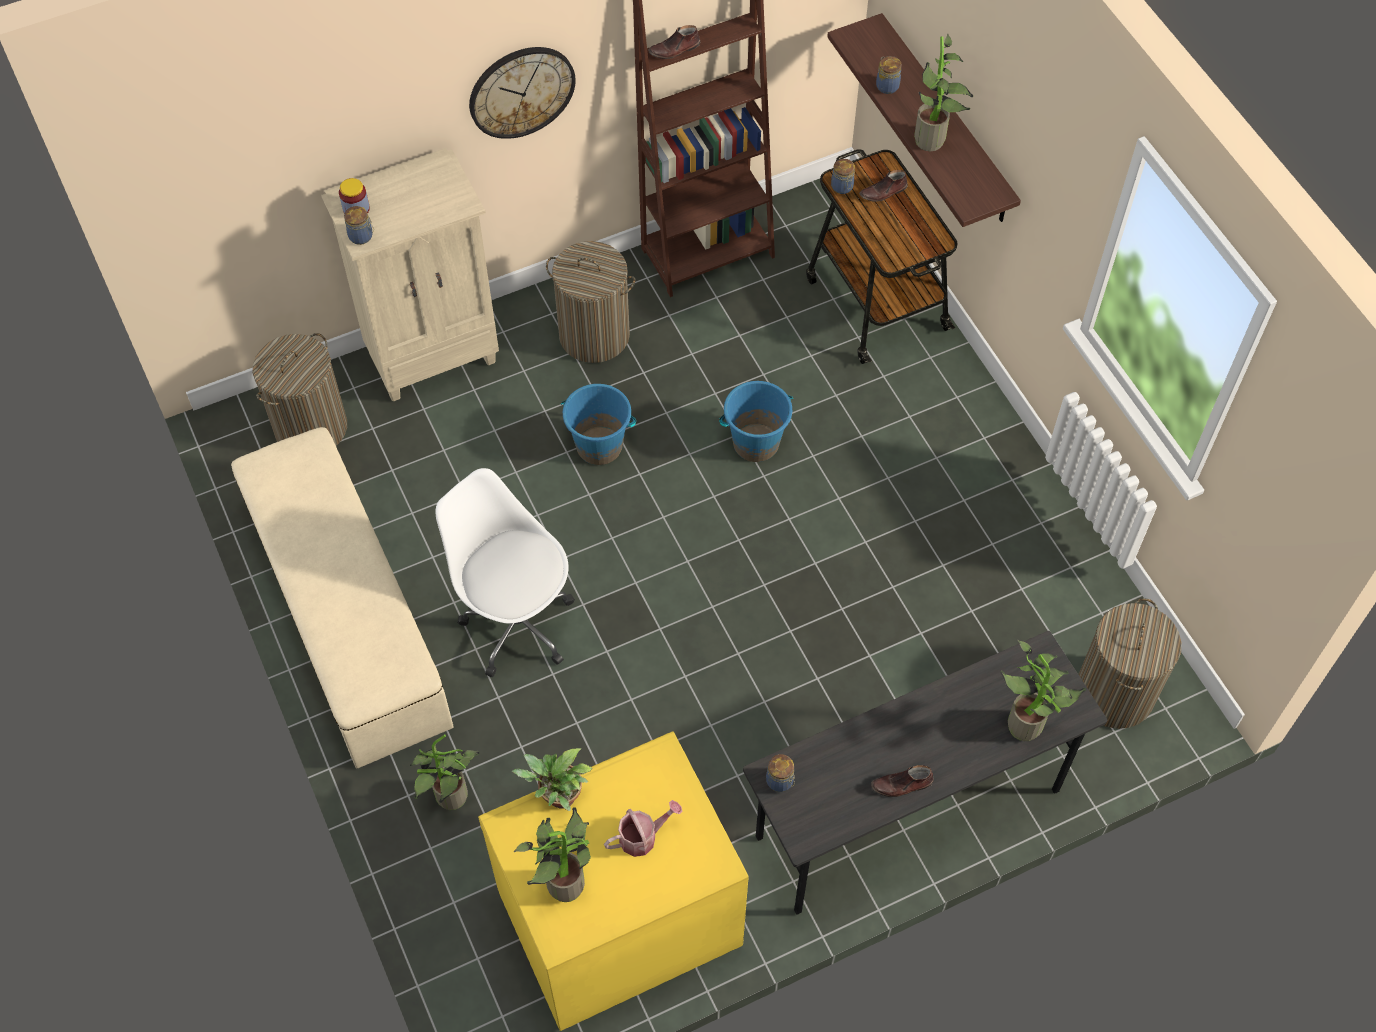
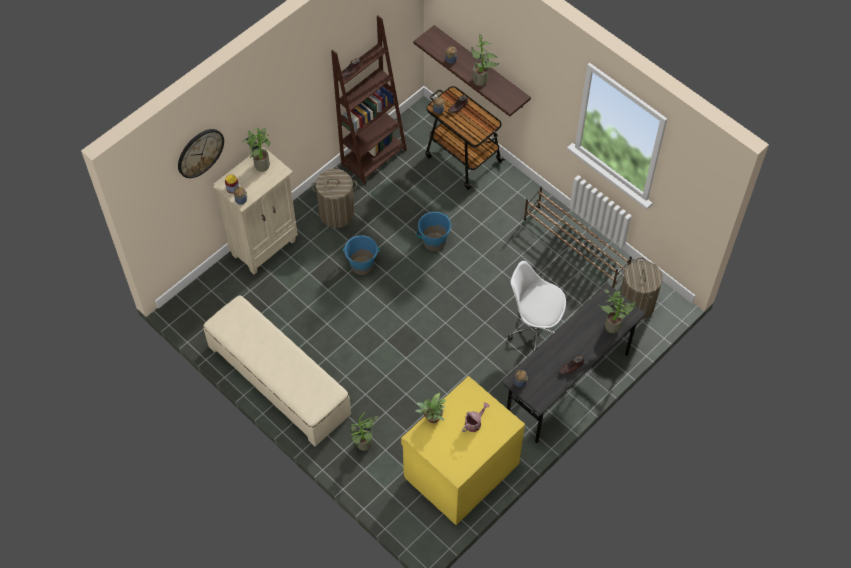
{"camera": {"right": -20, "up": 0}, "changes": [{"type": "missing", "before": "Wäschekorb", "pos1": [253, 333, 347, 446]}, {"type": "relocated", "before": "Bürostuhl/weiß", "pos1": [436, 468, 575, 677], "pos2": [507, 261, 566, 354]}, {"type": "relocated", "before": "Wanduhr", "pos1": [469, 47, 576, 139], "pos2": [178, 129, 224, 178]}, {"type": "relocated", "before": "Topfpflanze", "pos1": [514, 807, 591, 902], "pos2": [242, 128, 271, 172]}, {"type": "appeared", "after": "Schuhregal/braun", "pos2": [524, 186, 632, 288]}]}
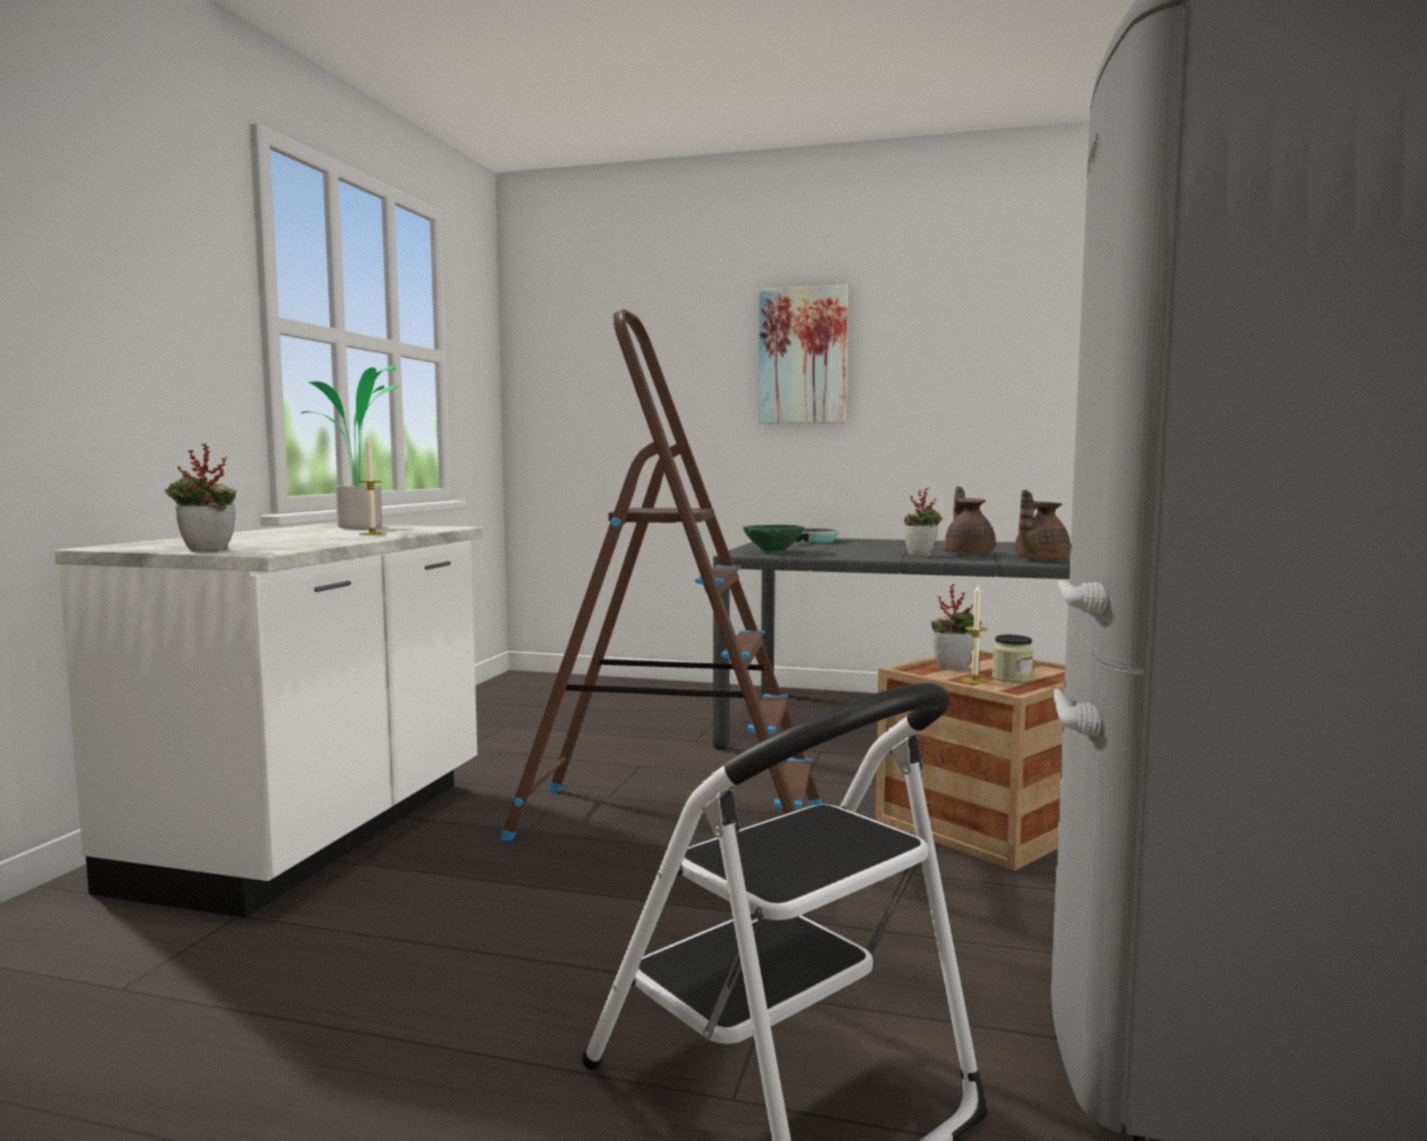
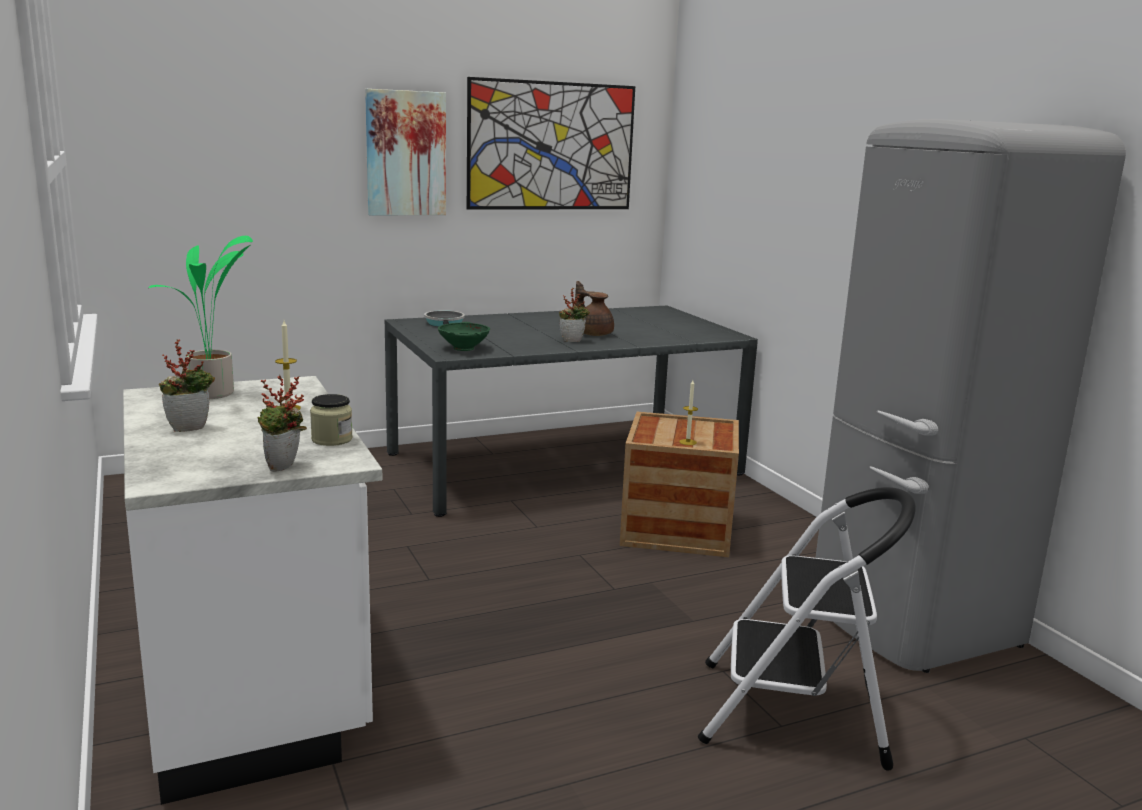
{"camera": {"right": -40, "up": 10}, "changes": [{"type": "missing", "before": "Trittleiter/braun", "pos1": [500, 309, 823, 841]}, {"type": "relocated", "before": "Topfpflanze", "pos1": [931, 584, 982, 670], "pos2": [159, 339, 215, 432]}, {"type": "relocated", "before": "Vorratsglas", "pos1": [992, 635, 1034, 683], "pos2": [310, 394, 353, 446]}, {"type": "missing", "before": "Teekanne/braun", "pos1": [1015, 490, 1070, 561]}, {"type": "appeared", "after": "Bild", "pos2": [467, 77, 635, 210]}]}
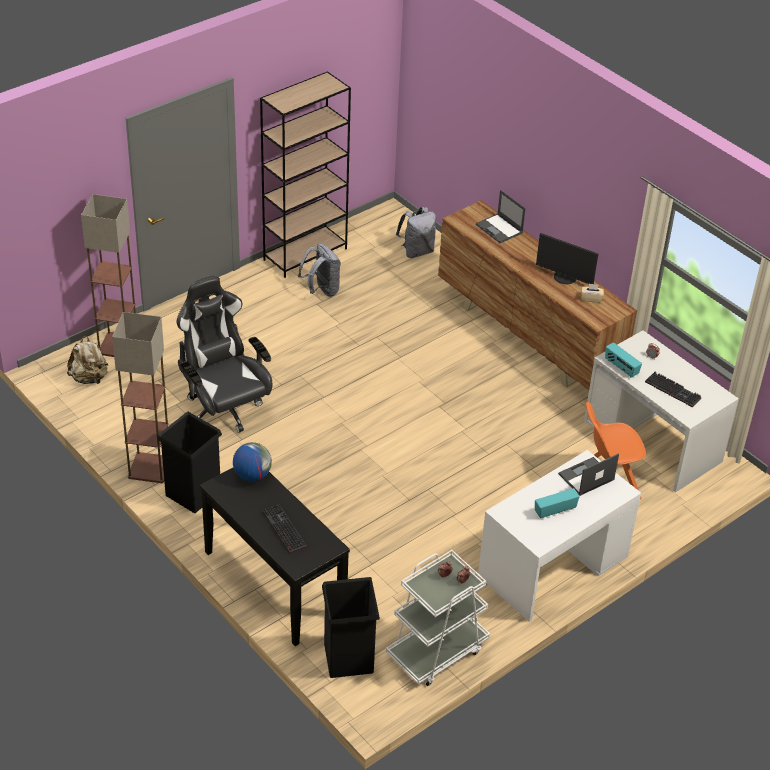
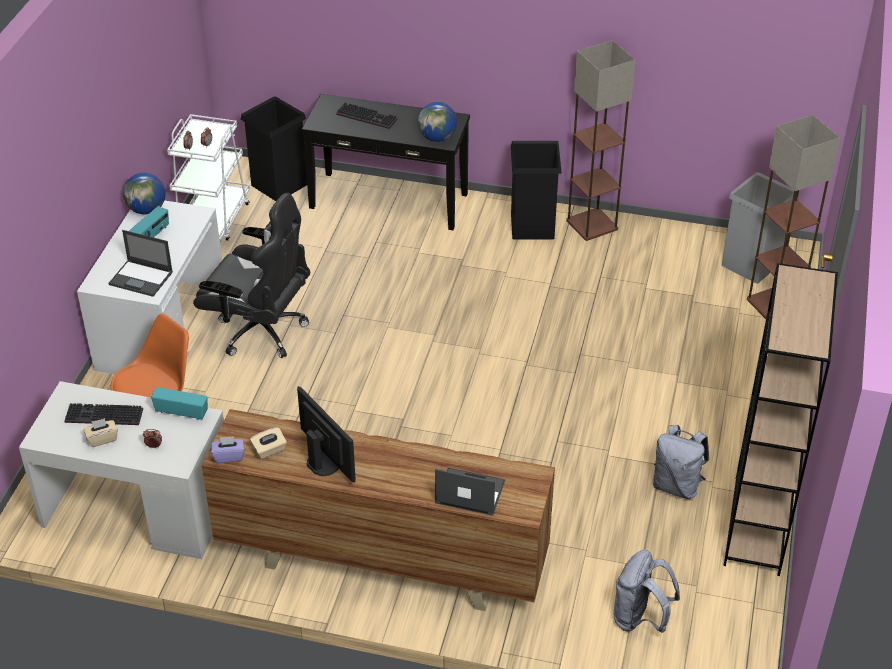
{"camera": {"right": 145, "up": 0}, "changes": [{"type": "exchanged", "before": "Rucksack/beige", "after": "Mülleimer/grau", "pos1": [67, 336, 108, 384], "pos2": [722, 172, 794, 284]}, {"type": "relocated", "before": "Bürostuhl/schwarz", "pos1": [177, 276, 272, 433], "pos2": [193, 193, 310, 358]}, {"type": "spun", "before": "Monitor", "pos1": [536, 233, 598, 284], "pos2": [297, 386, 356, 483], "turn": 60}, {"type": "spun", "before": "Laptop", "pos1": [558, 453, 619, 496], "pos2": [108, 230, 173, 297], "turn": 90}, {"type": "appeared", "after": "Taschentuchbox/beige", "pos2": [84, 418, 118, 447]}, {"type": "appeared", "after": "Globus", "pos2": [123, 173, 166, 215]}, {"type": "appeared", "after": "Taschentuchbox/lila", "pos2": [212, 436, 245, 463]}]}
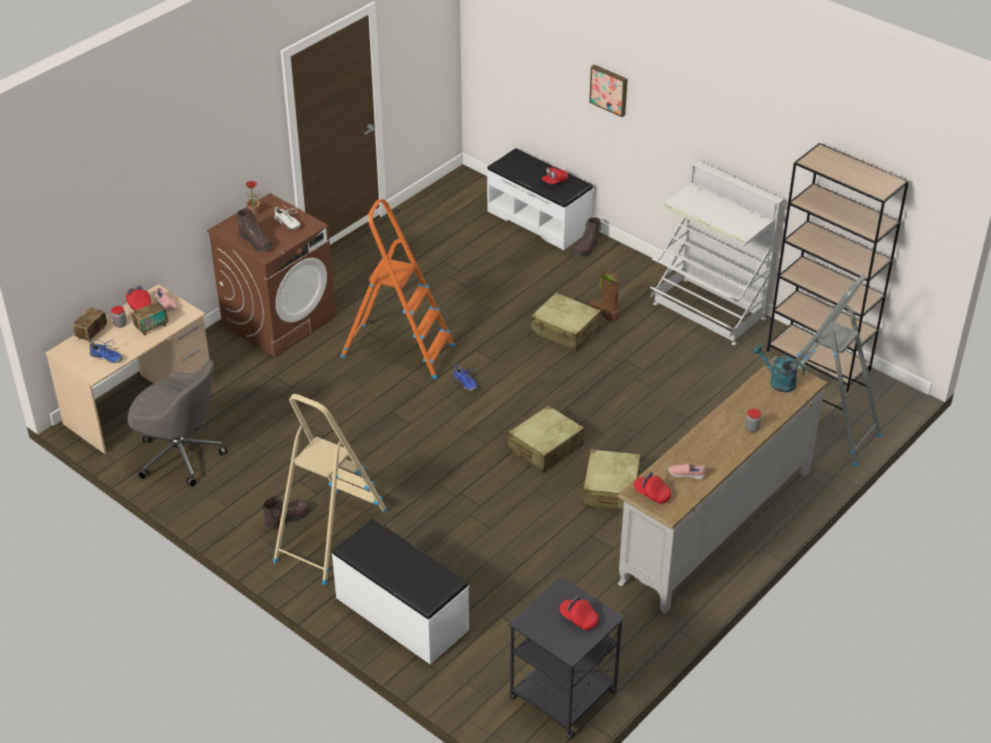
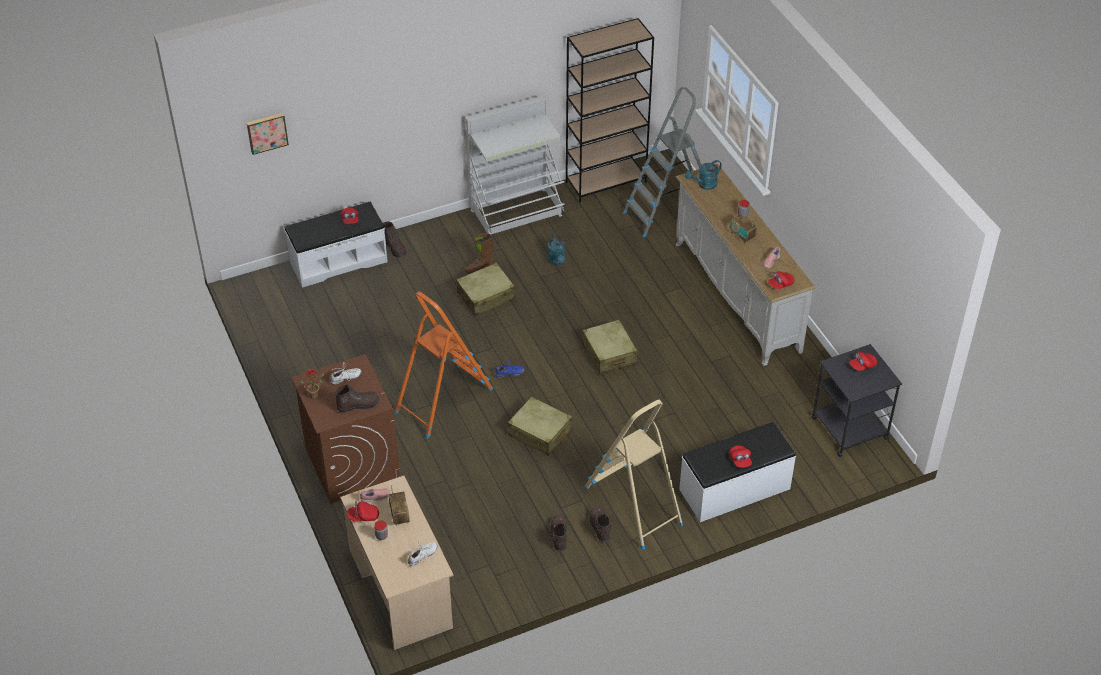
{"camera": {"right": -65, "up": 5}, "changes": [{"type": "relocated", "before": "Radio", "pos1": [73, 307, 107, 343], "pos2": [729, 214, 757, 243]}, {"type": "colour", "before": "Schuh/blau", "after": "Schuh/weiß", "pos1": [90, 340, 123, 363], "pos2": [407, 540, 438, 566]}, {"type": "missing", "before": "Bürostuhl/grau", "pos1": [128, 360, 227, 486]}, {"type": "relocated", "before": "Koffer/beige", "pos1": [582, 449, 640, 512], "pos2": [508, 397, 573, 456]}, {"type": "relocated", "before": "Bild", "pos1": [589, 65, 627, 117], "pos2": [247, 113, 289, 155]}, {"type": "appeared", "after": "Gießkanne/türkis", "pos2": [547, 234, 565, 265]}, {"type": "appeared", "after": "Stiefel/braun", "pos2": [550, 515, 567, 551]}, {"type": "appeared", "after": "Kappe/rot", "pos2": [729, 445, 752, 468]}]}
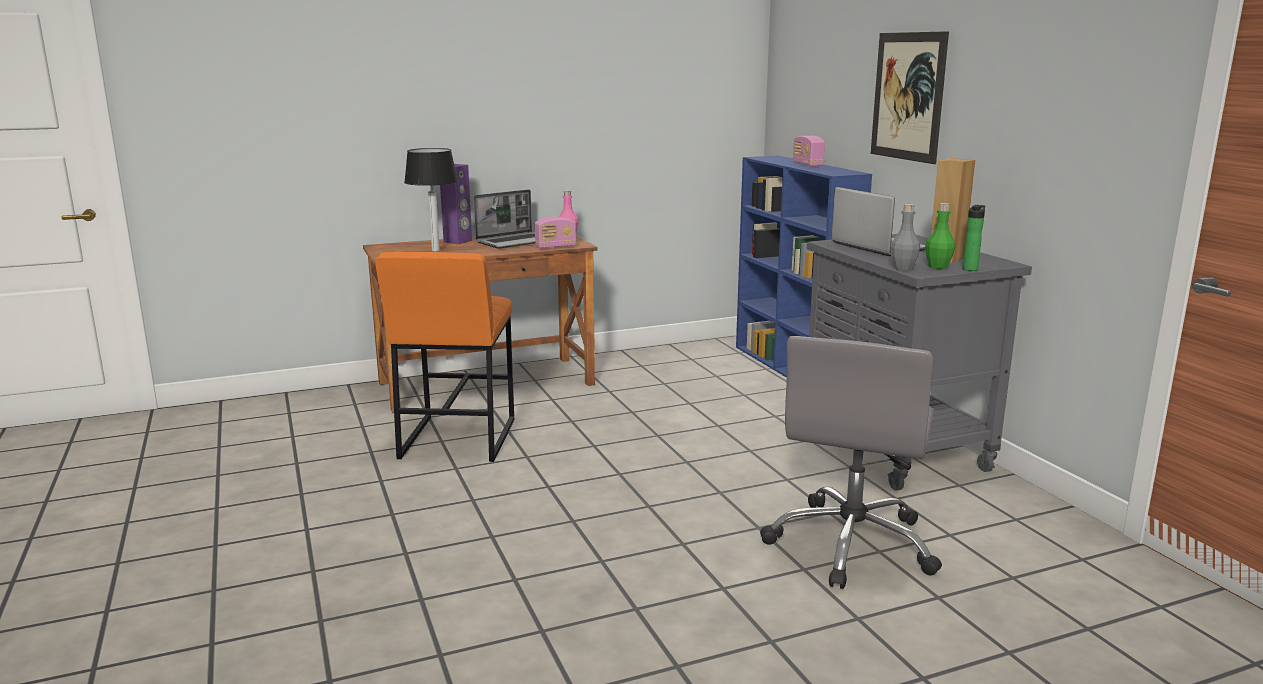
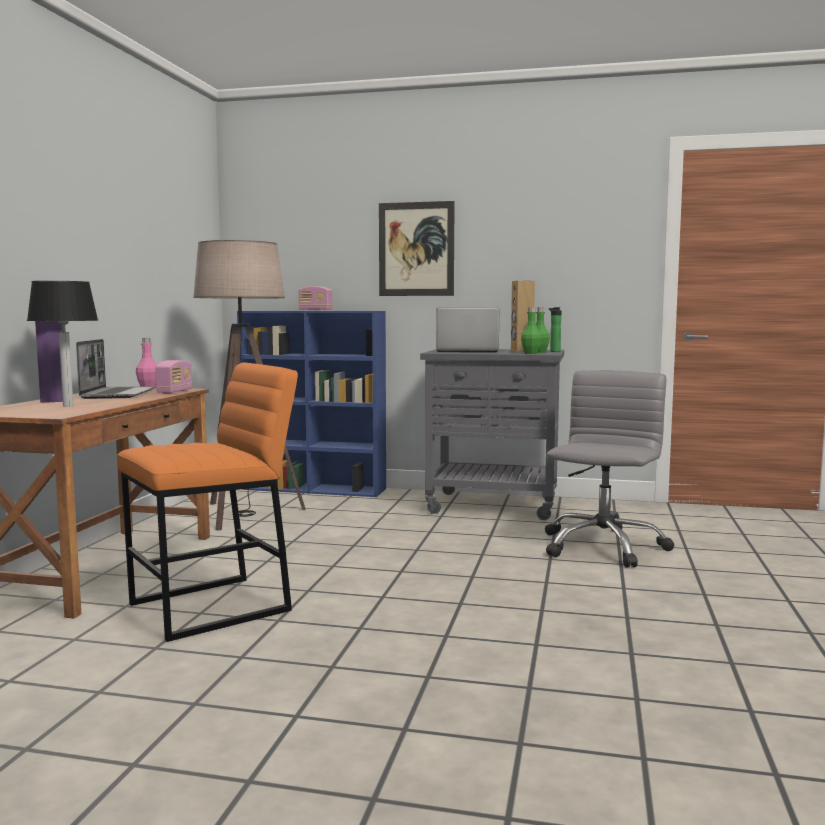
{"camera": {"right": -55, "up": -10}, "changes": [{"type": "spun", "before": "Stuhl/orange", "pos1": [375, 252, 514, 462], "pos2": [117, 362, 298, 642], "turn": -75}, {"type": "spun", "before": "Bürostuhl/grau", "pos1": [760, 336, 942, 589], "pos2": [545, 370, 674, 568], "turn": -120}, {"type": "colour", "before": "Flasche/grau", "after": "Flasche/grün", "pos1": [890, 204, 920, 270], "pos2": [521, 307, 542, 354]}, {"type": "appeared", "after": "Stehlampe", "pos2": [193, 240, 306, 531]}]}
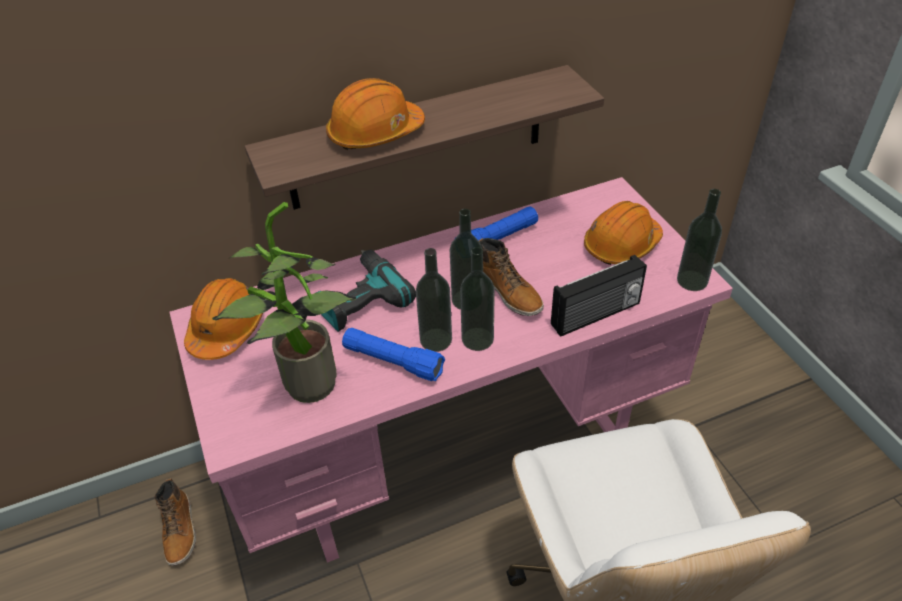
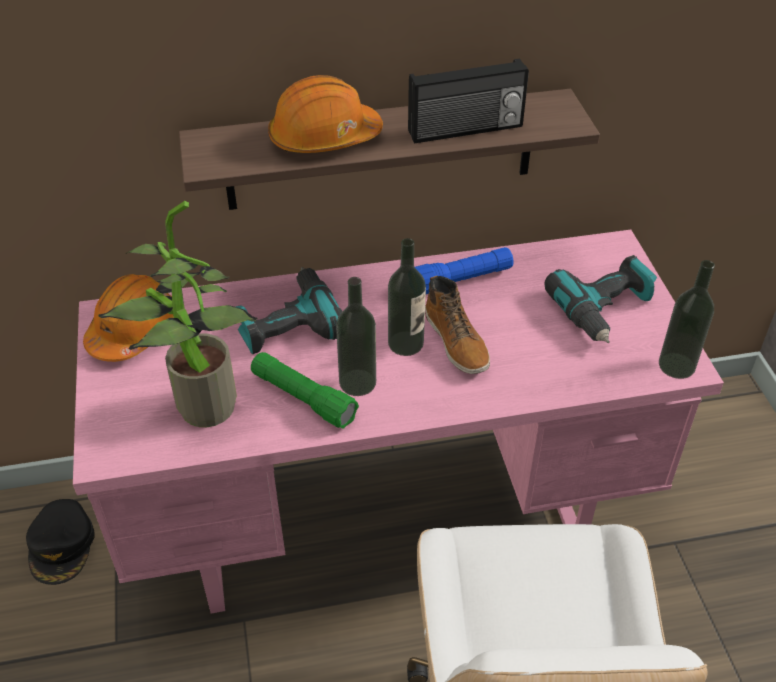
{"camera": {"right": 10, "up": 0}, "changes": [{"type": "exchanged", "before": "Stiefel", "after": "Kappe/schwarz", "pos1": [155, 479, 196, 566], "pos2": [26, 499, 95, 585]}, {"type": "colour", "before": "Taschenlampe/blau", "after": "Taschenlampe/grün", "pos1": [342, 328, 445, 381], "pos2": [251, 352, 359, 429]}, {"type": "missing", "before": "Flasche", "pos1": [460, 247, 495, 351]}, {"type": "relocated", "before": "Radio", "pos1": [551, 255, 647, 337], "pos2": [408, 59, 529, 144]}, {"type": "exchanged", "before": "Schutzhelm/orange", "after": "Bohrmaschine", "pos1": [584, 201, 663, 265], "pos2": [544, 255, 657, 343]}]}
